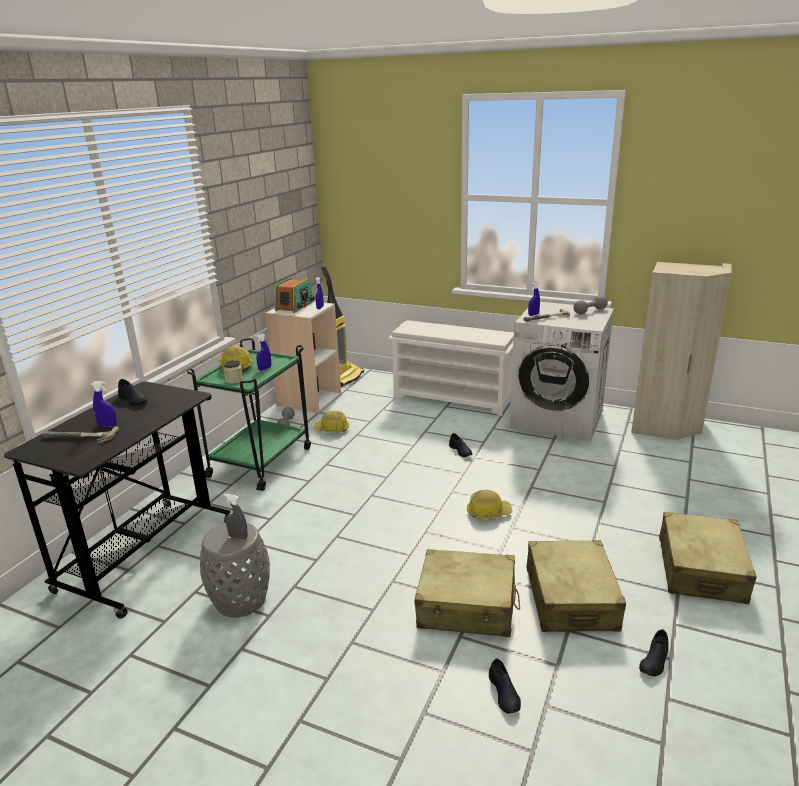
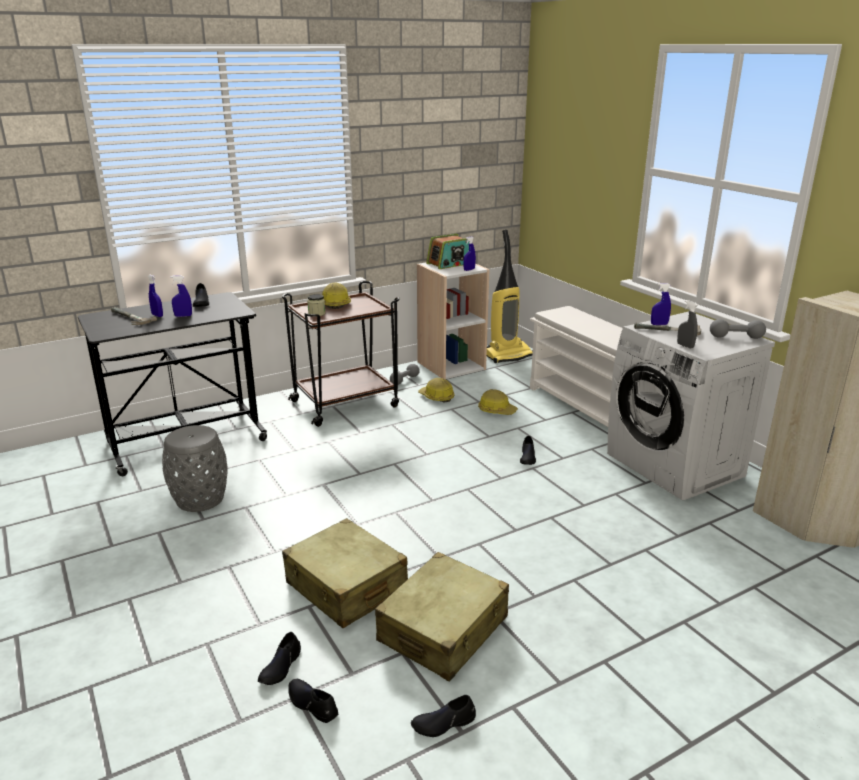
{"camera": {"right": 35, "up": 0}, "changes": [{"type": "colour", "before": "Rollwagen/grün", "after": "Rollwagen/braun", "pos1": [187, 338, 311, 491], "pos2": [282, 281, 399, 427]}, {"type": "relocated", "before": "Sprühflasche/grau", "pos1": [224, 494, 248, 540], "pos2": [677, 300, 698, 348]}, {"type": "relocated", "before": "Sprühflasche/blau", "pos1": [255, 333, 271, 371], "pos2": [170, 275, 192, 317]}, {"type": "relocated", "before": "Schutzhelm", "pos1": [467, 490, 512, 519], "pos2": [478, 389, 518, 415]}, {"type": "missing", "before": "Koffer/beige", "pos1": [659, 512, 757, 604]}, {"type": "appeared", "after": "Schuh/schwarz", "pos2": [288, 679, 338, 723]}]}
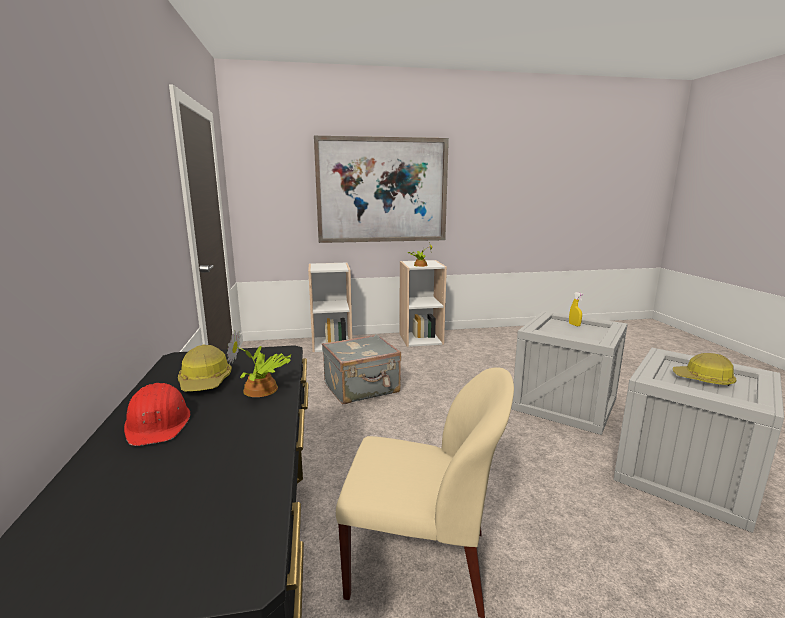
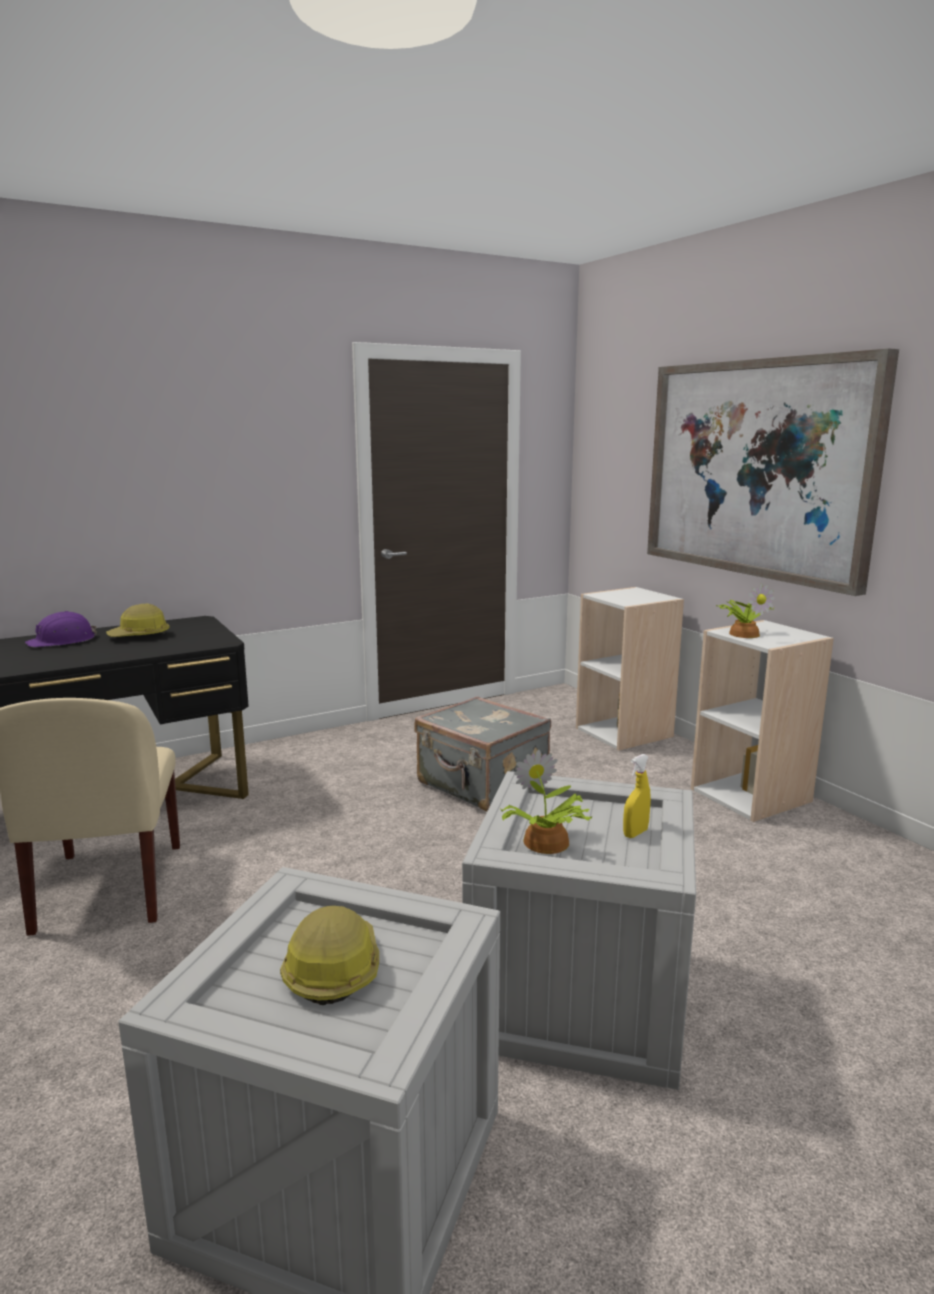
{"camera": {"right": 70, "up": 0}, "changes": [{"type": "colour", "before": "Schutzhelm/rot", "after": "Schutzhelm/lila", "pos1": [124, 383, 190, 446], "pos2": [25, 611, 97, 647]}, {"type": "relocated", "before": "Topfpflanze", "pos1": [227, 331, 291, 397], "pos2": [500, 750, 593, 854]}]}
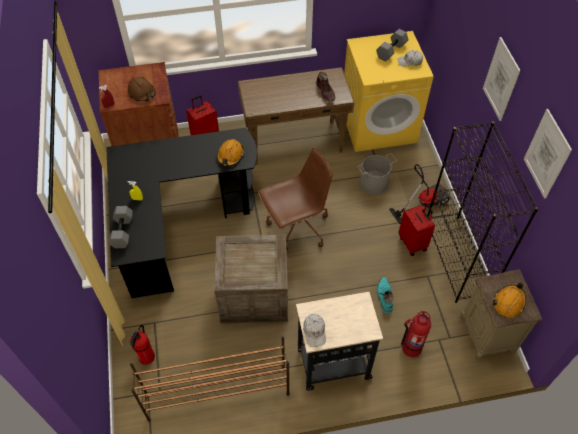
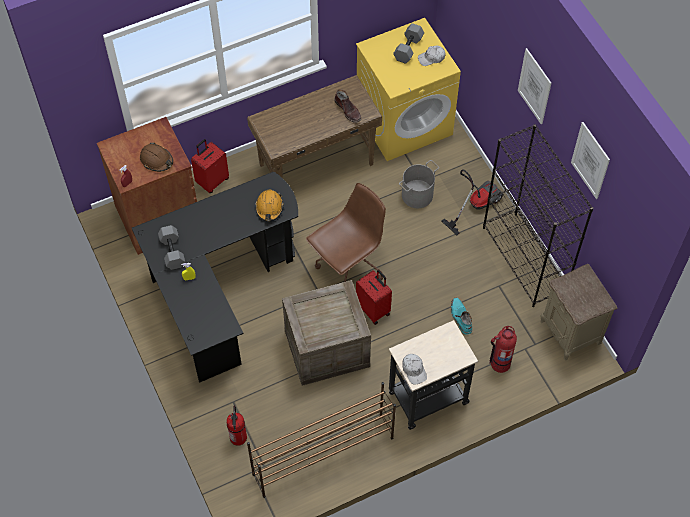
{"camera": {"right": -15, "up": 5}, "changes": [{"type": "relocated", "before": "Hantel/grau", "pos1": [108, 206, 133, 249], "pos2": [158, 225, 185, 270]}, {"type": "relocated", "before": "Koffer/rot", "pos1": [399, 203, 435, 256], "pos2": [356, 270, 392, 325]}, {"type": "missing", "before": "Schutzhelm/orange", "pos1": [493, 283, 526, 318]}]}
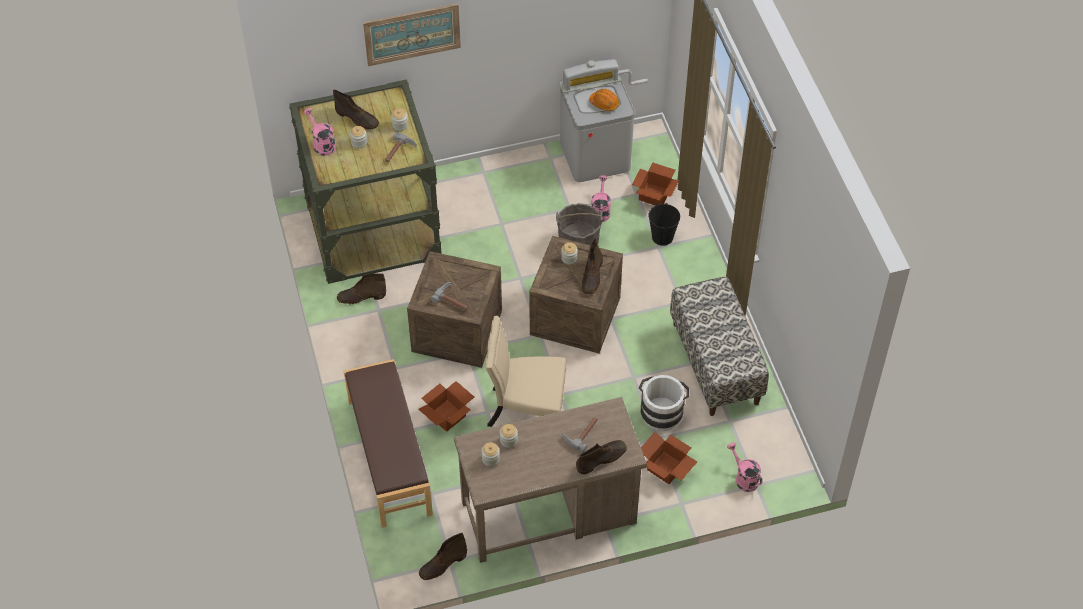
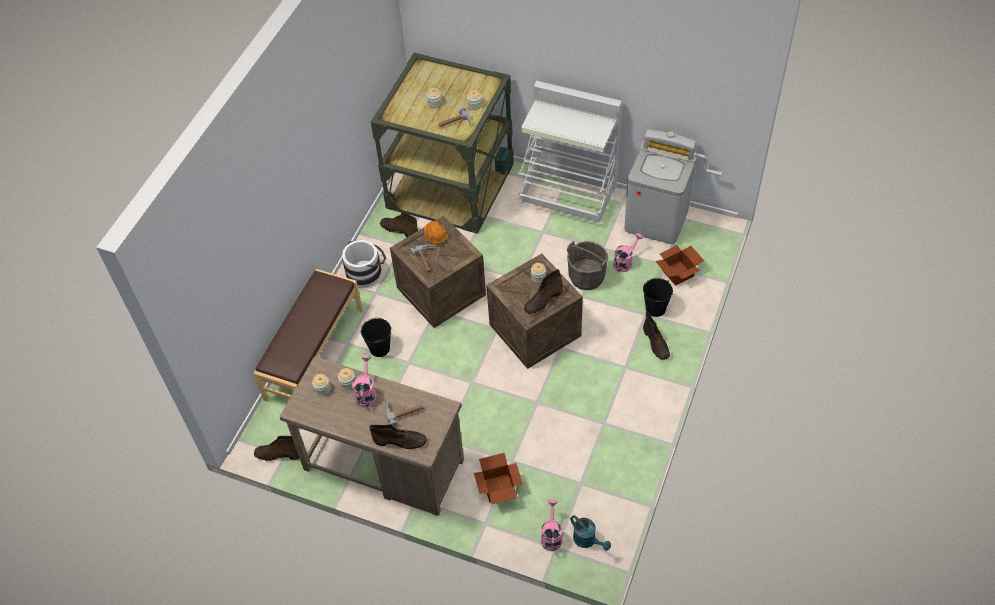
{"camera": {"right": 40, "up": 0}, "changes": [{"type": "relocated", "before": "Gießkanne/rosa", "pos1": [304, 108, 336, 156], "pos2": [352, 355, 377, 407]}, {"type": "relocated", "before": "Stiefel/braun", "pos1": [333, 90, 379, 130], "pos2": [643, 311, 670, 360]}, {"type": "missing", "before": "Bild", "pos1": [363, 4, 461, 66]}, {"type": "exchanged", "before": "Karton", "after": "Eimer/schwarz", "pos1": [418, 381, 474, 432], "pos2": [360, 318, 391, 357]}, {"type": "missing", "before": "Stuhl/beige", "pos1": [486, 316, 566, 427]}, {"type": "relocated", "before": "Schutzhelm/orange", "pos1": [589, 89, 619, 111], "pos2": [424, 221, 447, 244]}, {"type": "relocated", "before": "Eimer/weiß", "pos1": [639, 375, 689, 431], "pos2": [342, 240, 386, 288]}, {"type": "missing", "before": "Bank", "pos1": [670, 276, 769, 416]}, {"type": "appeared", "after": "Schuhregal/weiß", "pos2": [517, 81, 622, 225]}, {"type": "appeared", "after": "Gießkanne/türkis", "pos2": [570, 515, 611, 551]}]}
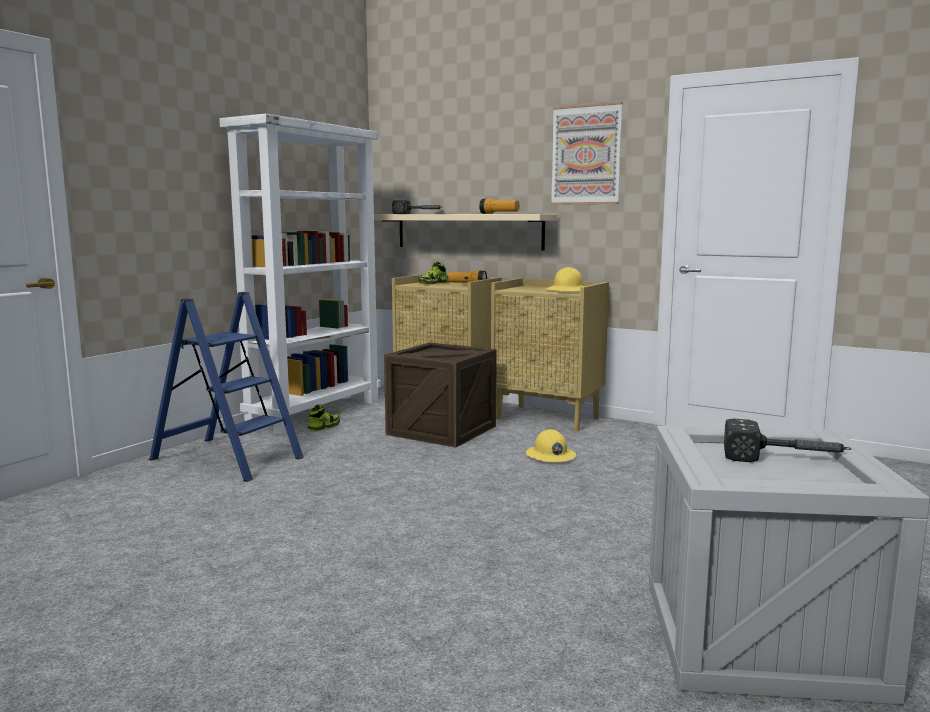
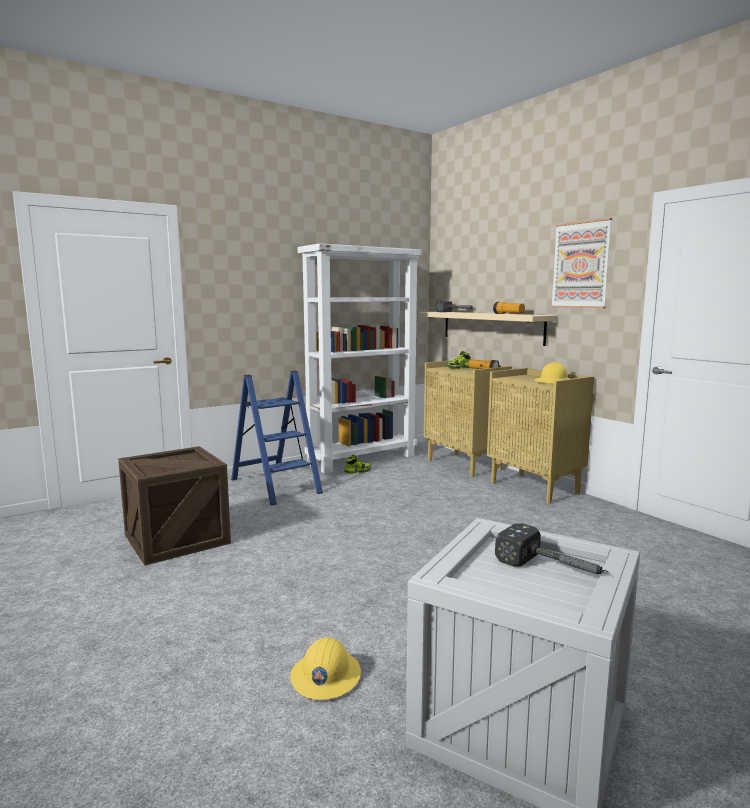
{"camera": {"right": 25, "up": 0}, "changes": [{"type": "relocated", "before": "Kiste", "pos1": [384, 343, 497, 448], "pos2": [118, 446, 231, 566]}, {"type": "relocated", "before": "Schutzhelm/gelb", "pos1": [526, 429, 576, 462], "pos2": [290, 637, 361, 700]}]}
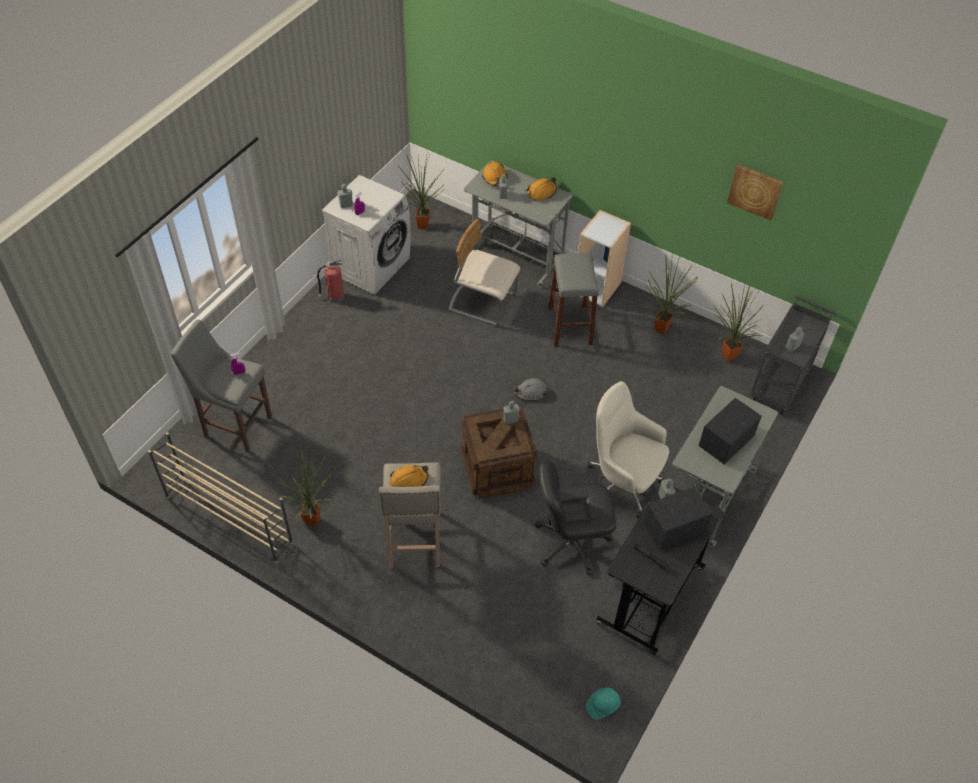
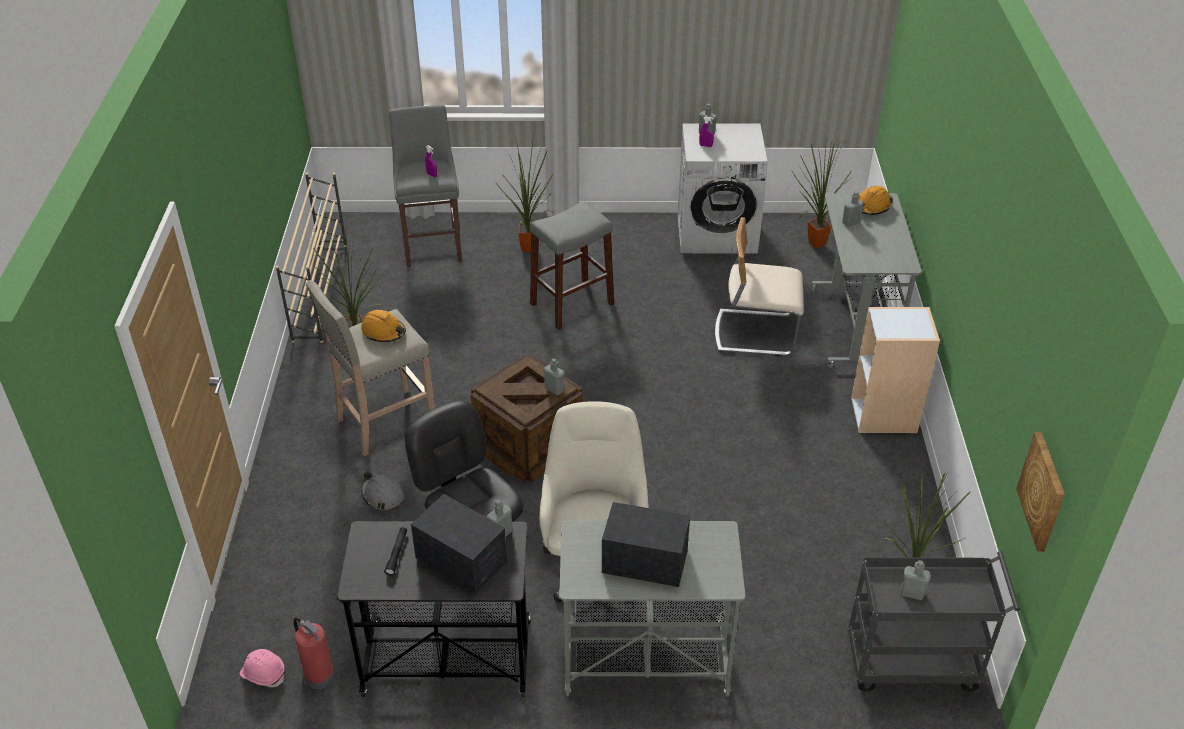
{"camera": {"right": 60, "up": -10}, "changes": [{"type": "relocated", "before": "Feuerlöscher", "pos1": [317, 258, 344, 303], "pos2": [294, 617, 335, 689]}, {"type": "spun", "before": "Stuhl/beige", "pos1": [448, 219, 520, 325], "pos2": [715, 217, 804, 357], "turn": -75}, {"type": "relocated", "before": "Schutzhelm/grau", "pos1": [514, 378, 547, 401], "pos2": [361, 472, 404, 511]}, {"type": "missing", "before": "Schutzhelm/orange", "pos1": [527, 177, 557, 201]}, {"type": "relocated", "before": "Hocker/grau", "pos1": [548, 253, 599, 347], "pos2": [530, 201, 614, 330]}, {"type": "colour", "before": "Schutzhelm/türkis", "after": "Schutzhelm/rosa", "pos1": [586, 687, 621, 720], "pos2": [240, 649, 284, 687]}, {"type": "relocated", "before": "Topfpflanze", "pos1": [644, 253, 698, 335], "pos2": [496, 128, 554, 252]}, {"type": "relocated", "before": "Bild", "pos1": [727, 164, 783, 221], "pos2": [1016, 432, 1065, 552]}]}
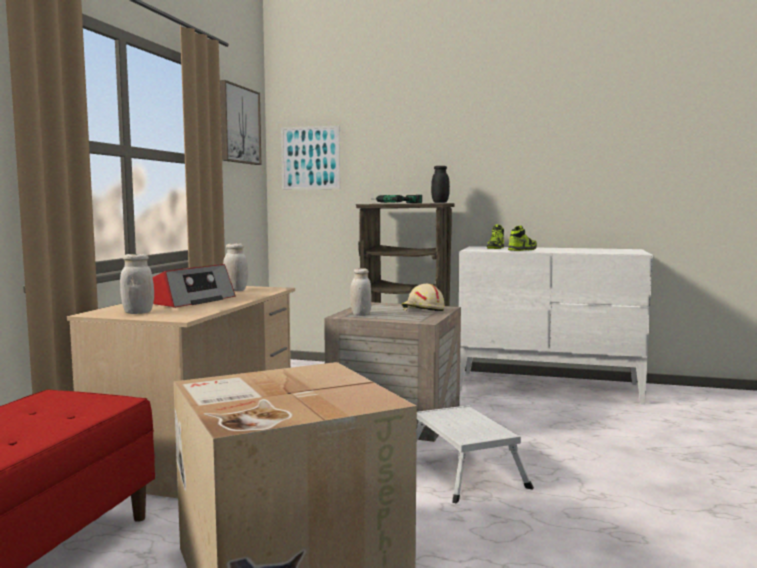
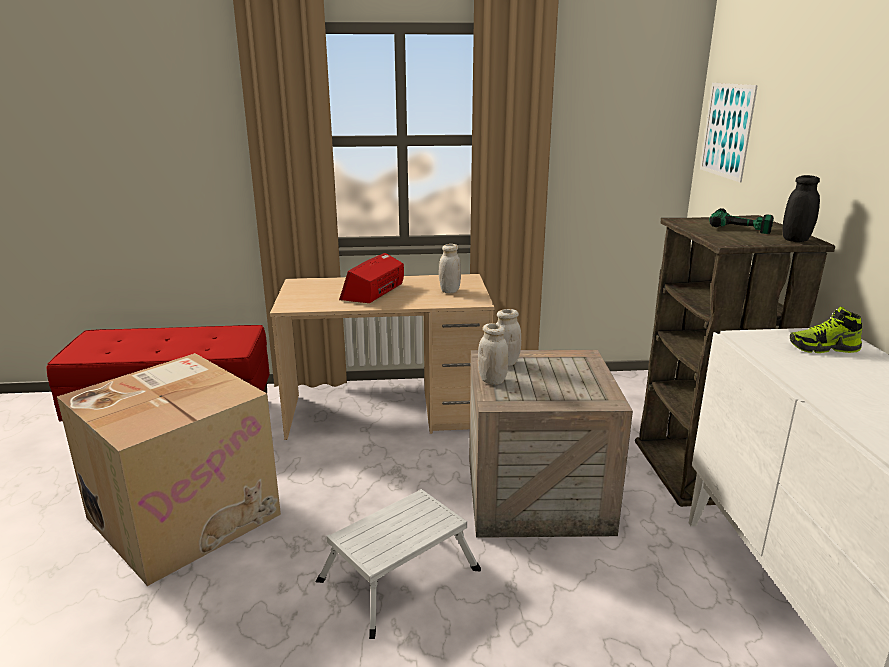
{"camera": {"right": 70, "up": 15}, "changes": [{"type": "relocated", "before": "Vorratsglas/weiß", "pos1": [120, 254, 154, 314], "pos2": [478, 323, 509, 385]}, {"type": "spun", "before": "Radio", "pos1": [153, 264, 236, 308], "pos2": [339, 253, 404, 303], "turn": 105}, {"type": "missing", "before": "Bild", "pos1": [220, 80, 261, 165]}, {"type": "missing", "before": "Schutzhelm/beige", "pos1": [401, 284, 445, 311]}, {"type": "missing", "before": "Schuh", "pos1": [508, 225, 537, 251]}]}
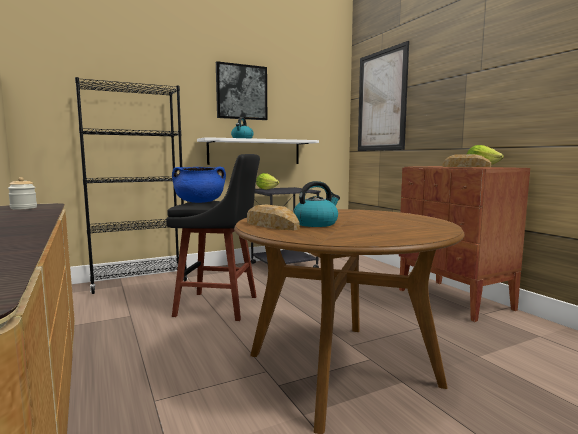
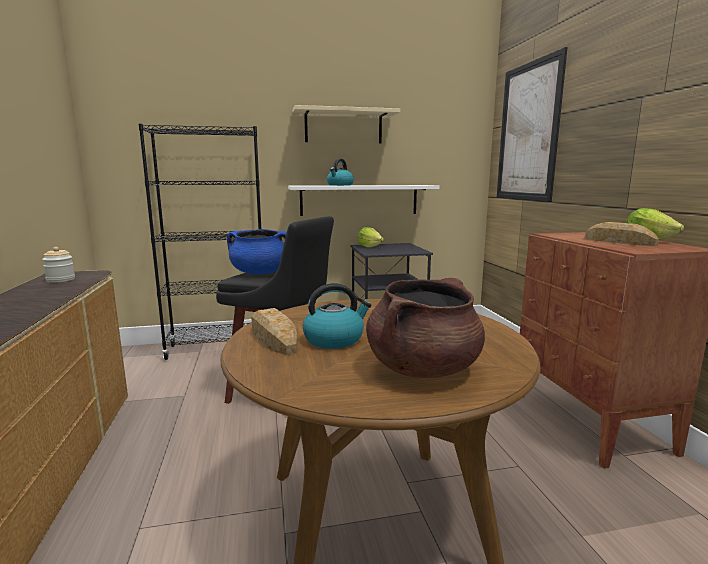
{"camera": {"right": 15, "up": 5}, "changes": [{"type": "exchanged", "before": "Bild", "after": "Wandregal/beige", "pos1": [216, 61, 267, 120], "pos2": [293, 105, 400, 143]}, {"type": "appeared", "after": "Kochtopf/braun", "pos2": [366, 278, 485, 378]}]}
